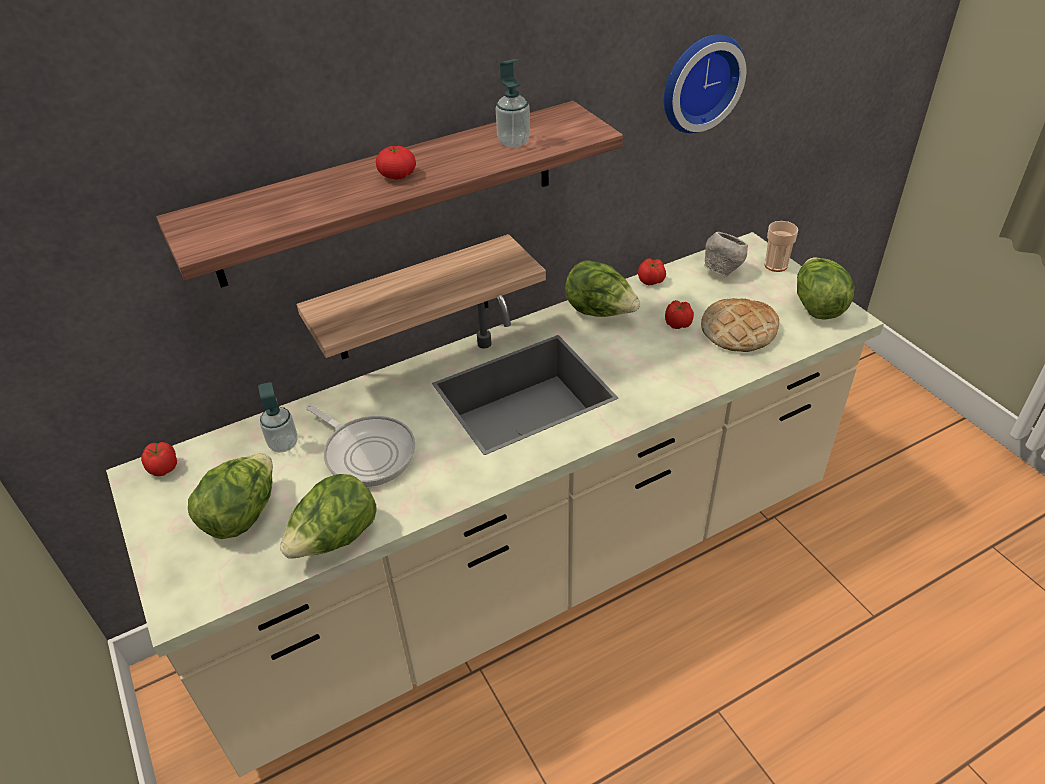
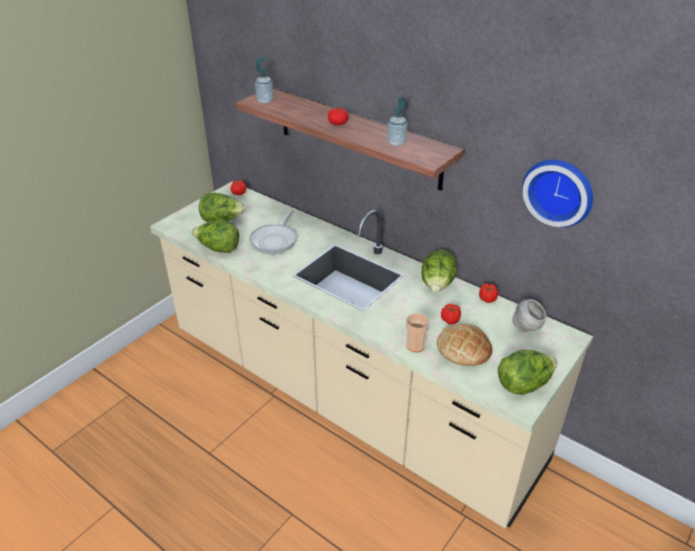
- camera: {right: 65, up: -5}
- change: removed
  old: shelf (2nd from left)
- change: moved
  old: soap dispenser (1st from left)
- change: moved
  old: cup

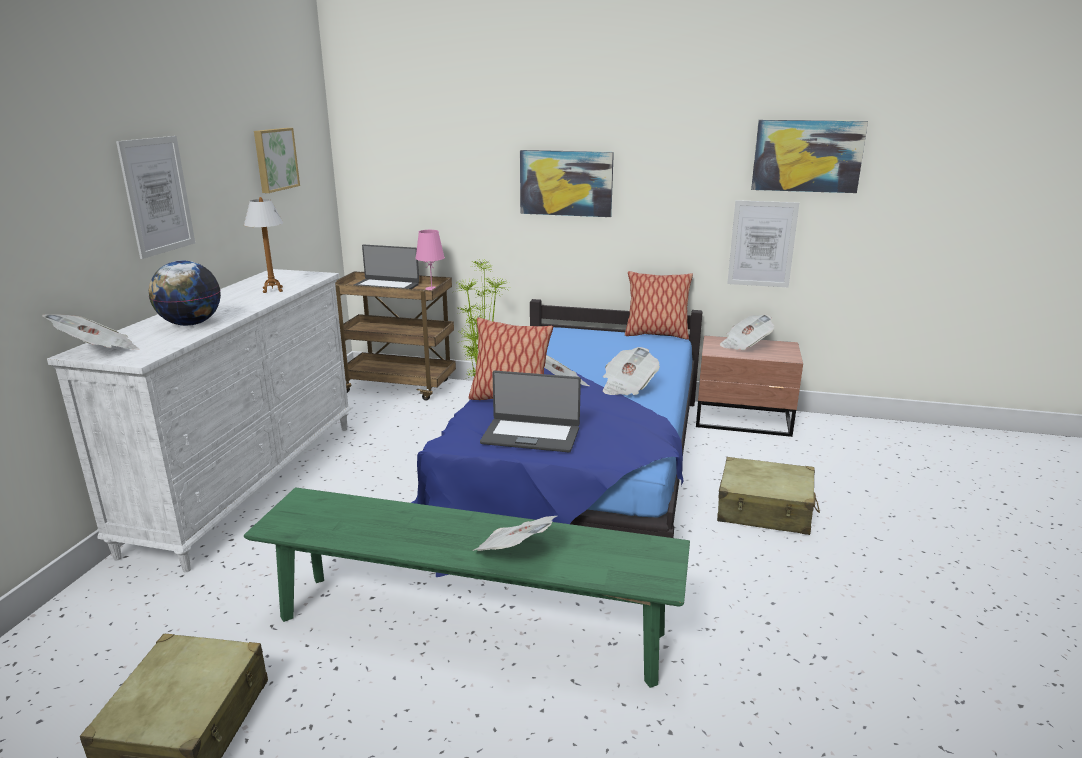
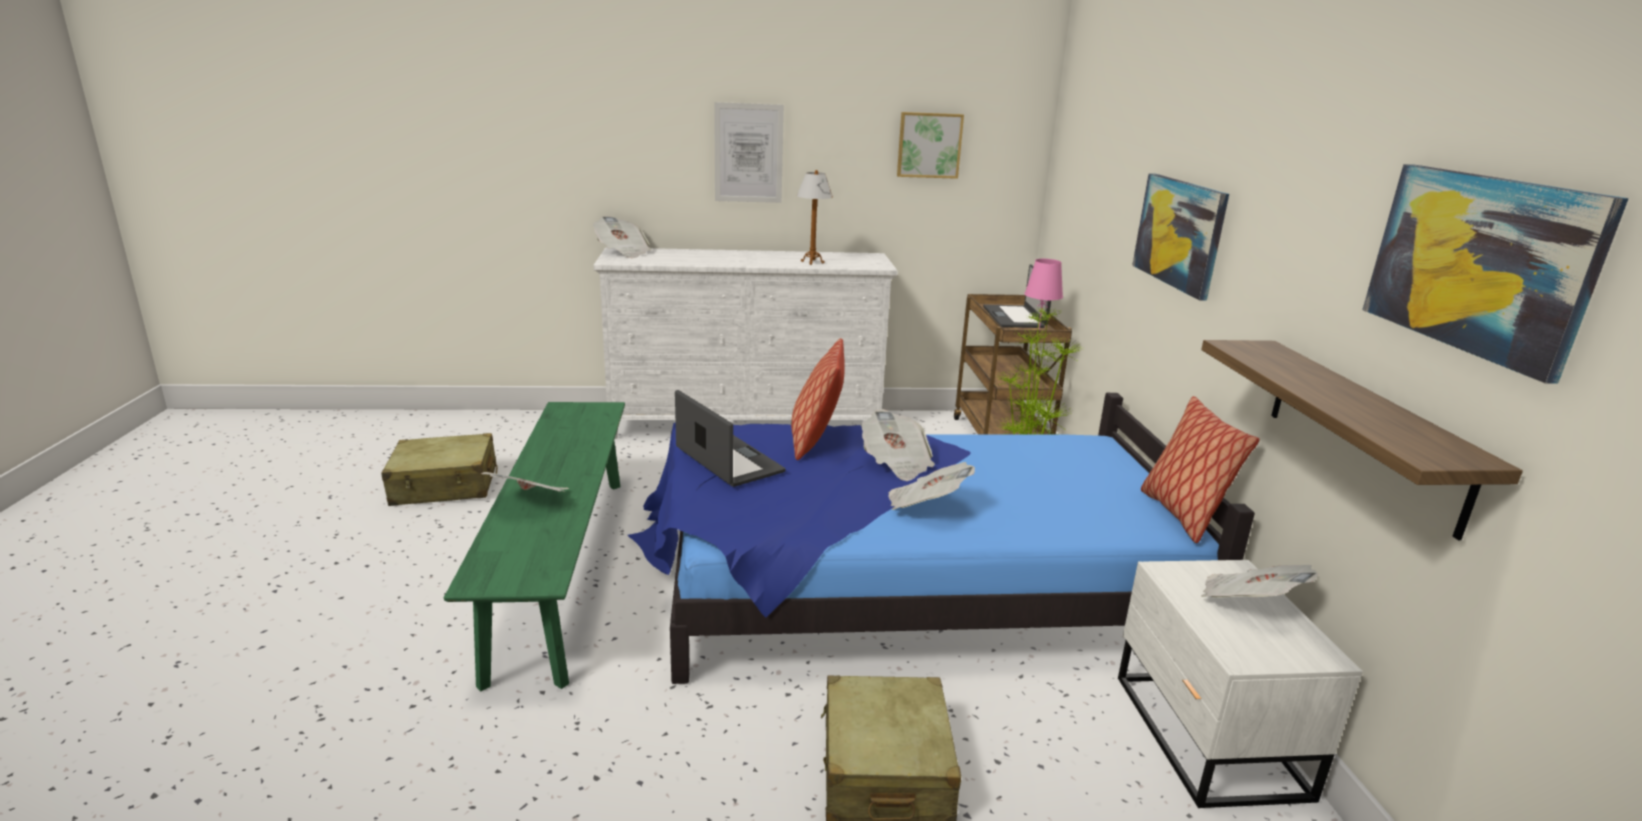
- camera: {right: 70, up: 0}
- change: removed
  old: globe
- change: replaced
  old: picture (4th from left)
  new: shelf
- change: recoloured
  old: brown nightstand
  new: white nightstand
- change: turned
  old: laptop (2nd from left in the first image)
  degrees: 150

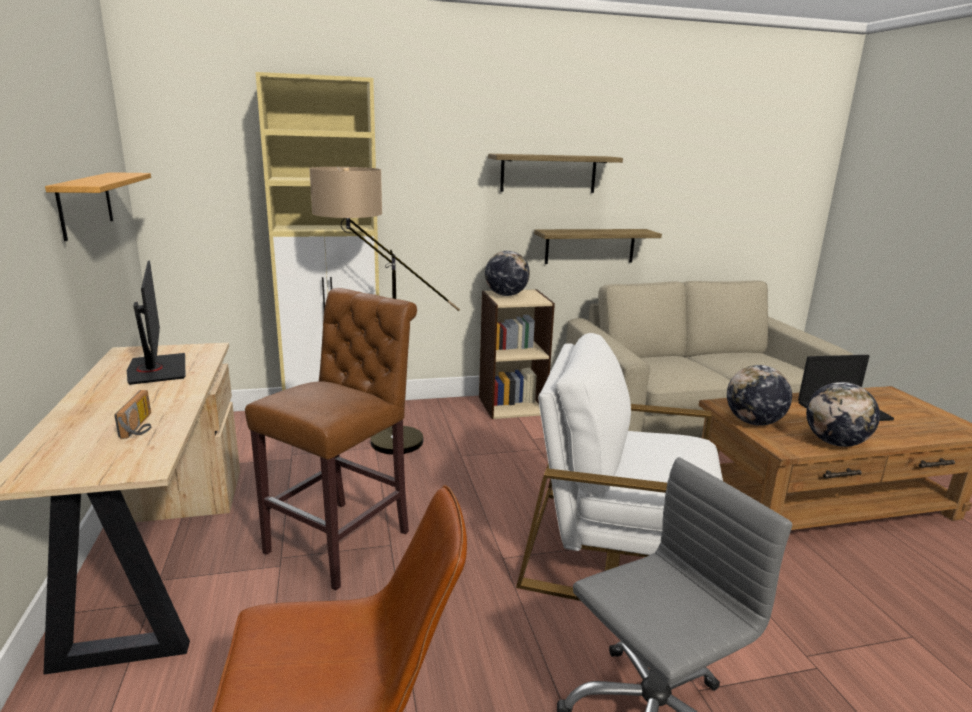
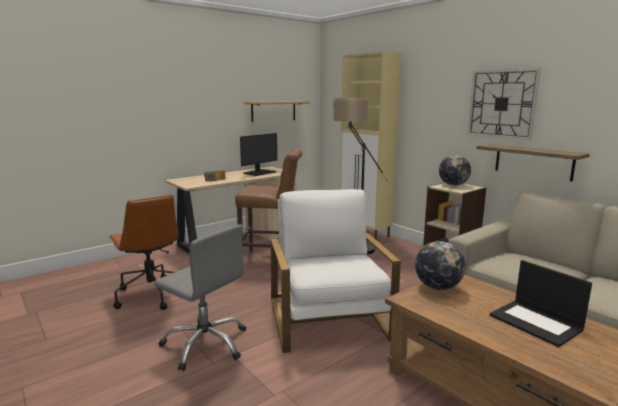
- camera: {right: 65, up: -5}
- change: removed
  old: globe (3rd from left)
- change: replaced
  old: shelf (2nd from left)
  new: wall clock

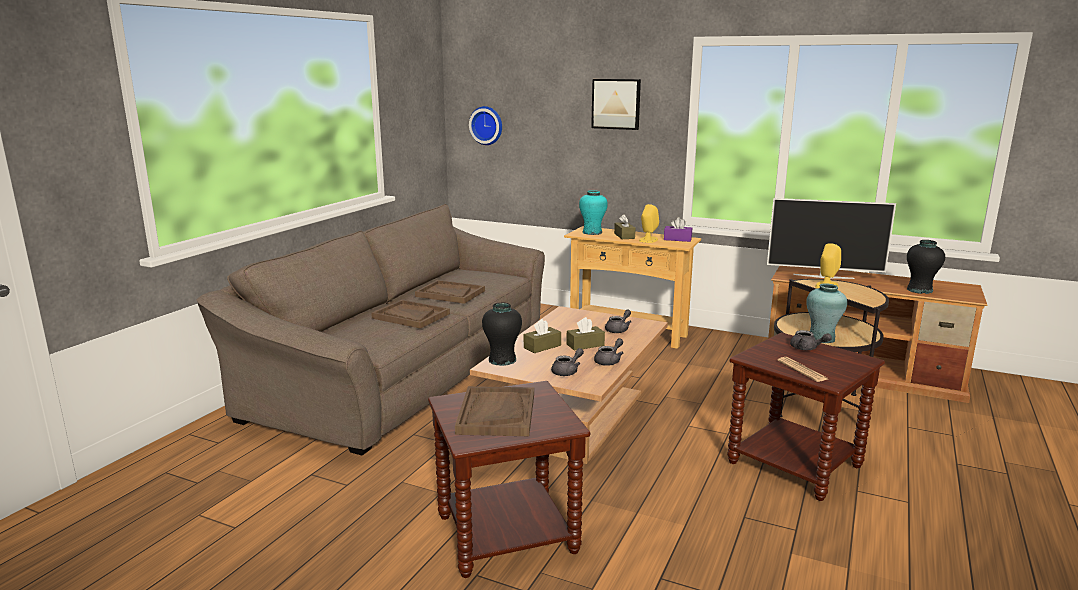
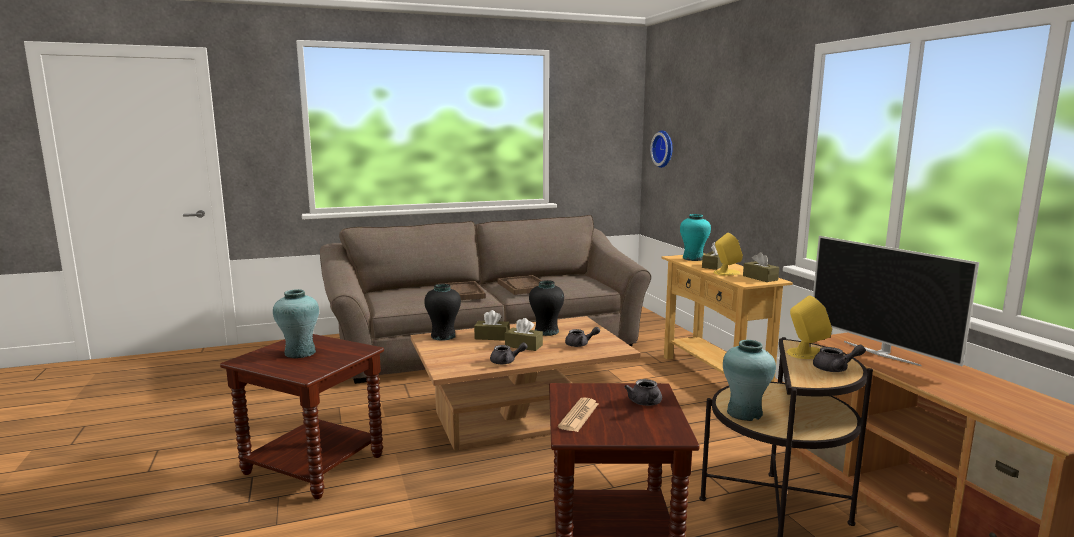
- camera: {right: 45, up: -5}
- change: removed
  old: picture
- change: moved
  old: grey teapot (1st from left in the first image)
  new: grey teapot (4th from left)
- change: moved
  old: black vase (2nd from left)
- change: replaced
  old: brown tray (3rd from left)
  new: turquoise vase (1st from left)
- change: recoloured
  old: purple tissue box
  new: brown tissue box (4th from left)

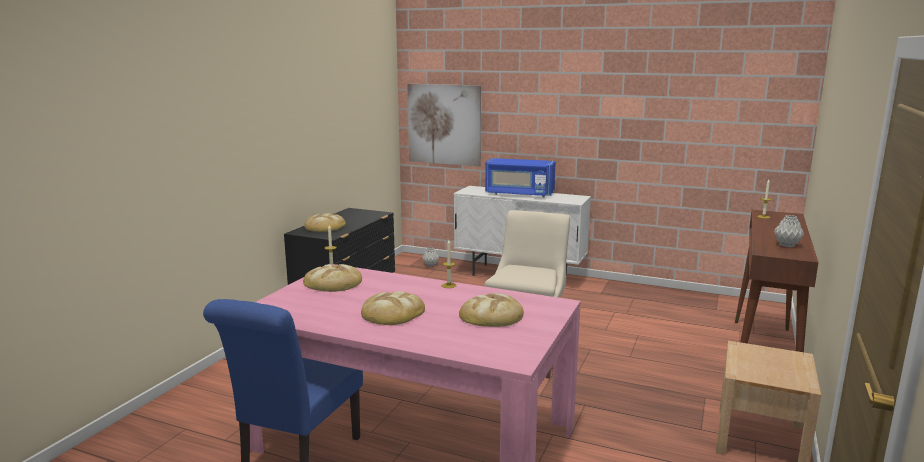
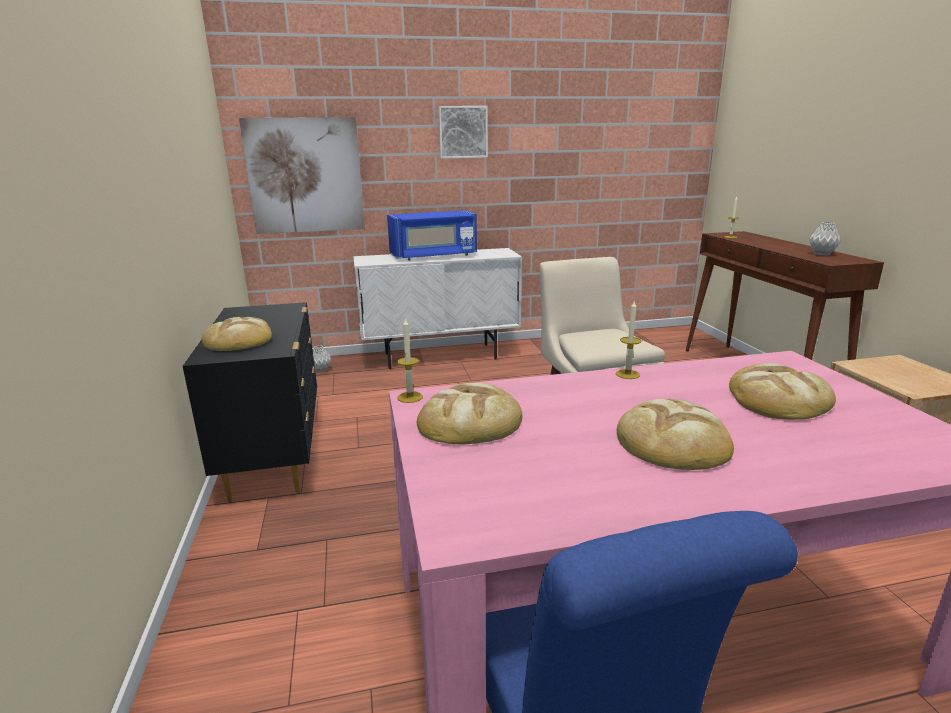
- camera: {right: -35, up: 5}
- change: added
  new: picture (2nd from left)

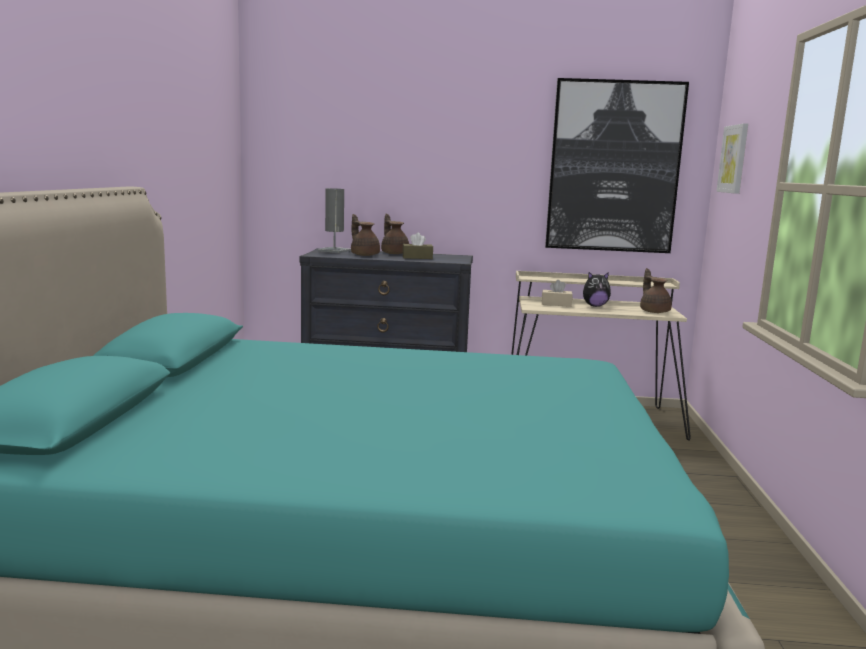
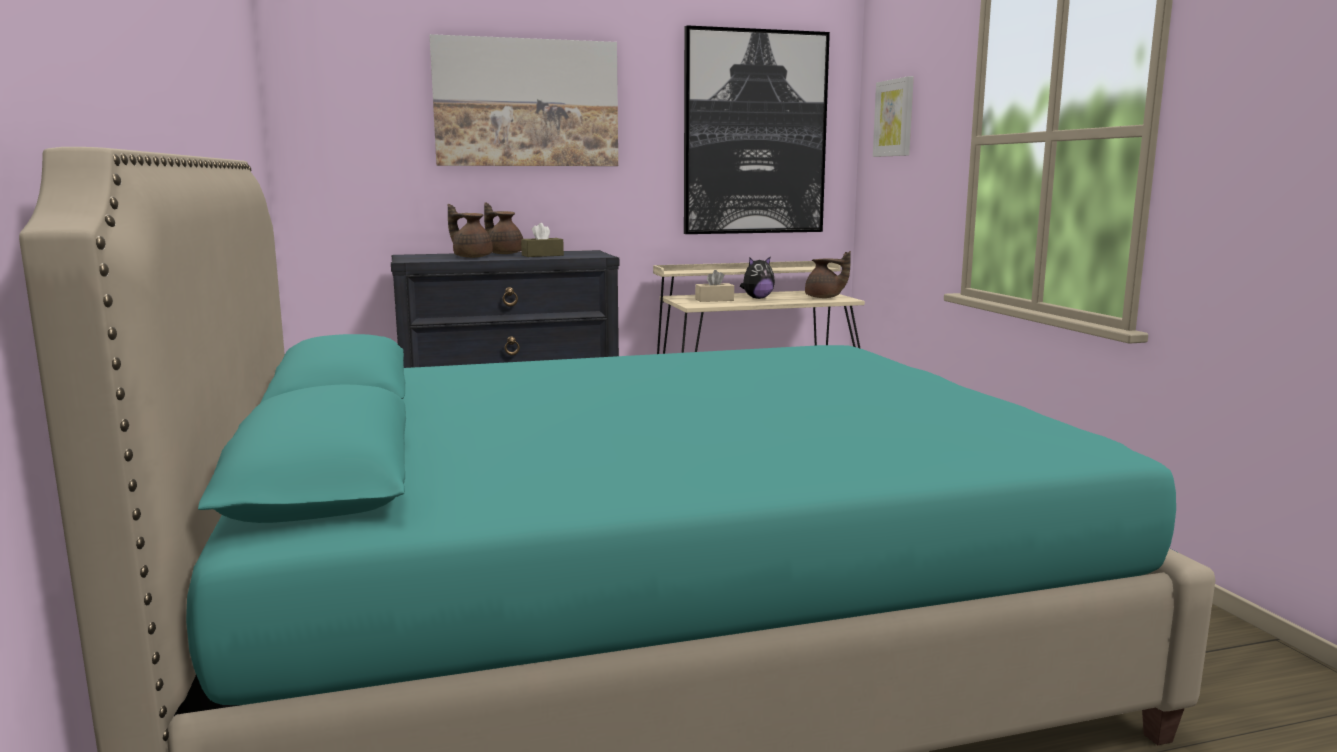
- camera: {right: -20, up: 0}
- change: removed
  old: grey table lamp
- change: added
  new: picture (1st from left)
- change: turned
  old: brown teapot (3rd from left)
  degrees: 150

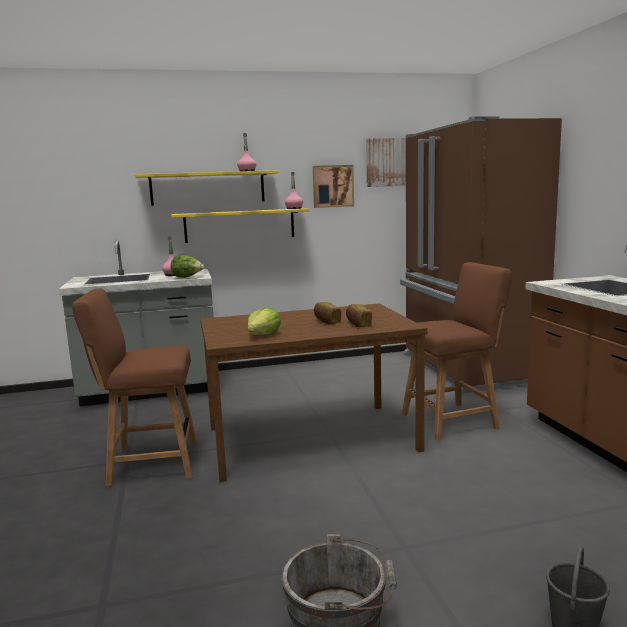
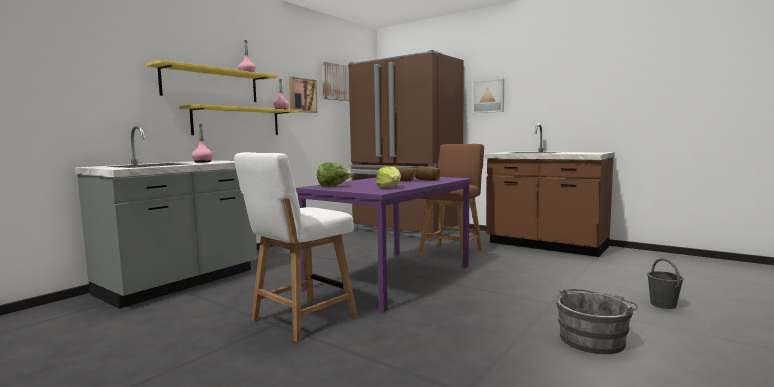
- camera: {right: -40, up: -5}
- change: added
  new: picture (3rd from left)
- change: moved
  old: lettuce (1st from left)
- change: recoloured
  old: brown chair (1st from left)
  new: white chair
- change: recoloured
  old: brown dining table
  new: purple dining table

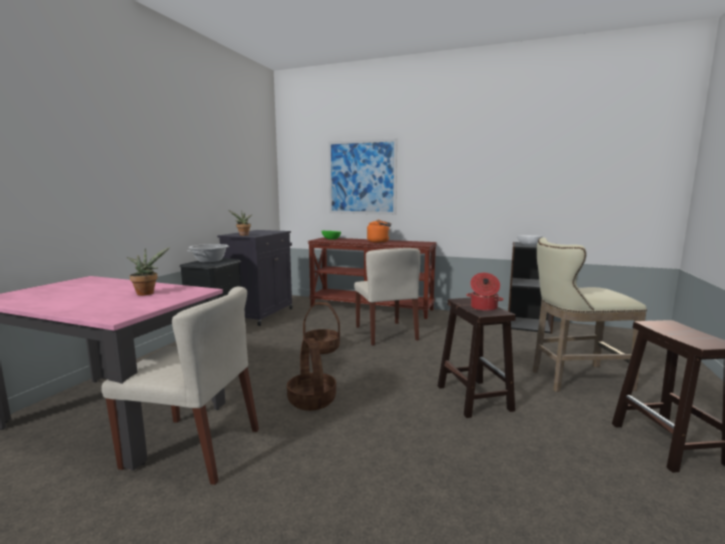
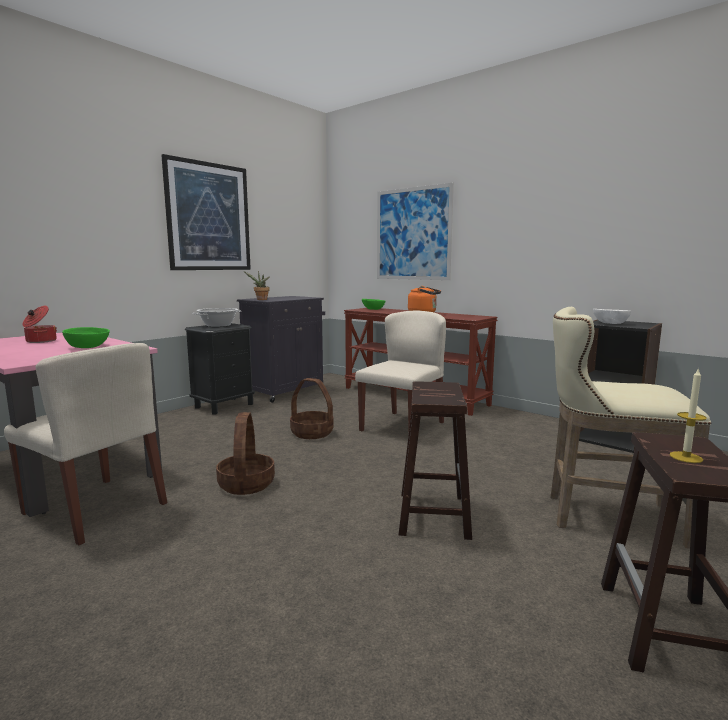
- camera: {right: 20, up: 0}
- change: added
  new: picture (1st from left)
- change: added
  new: candle
- change: moved
  old: cooking pot (2nd from left in the first image)
  new: cooking pot (1st from left)
- change: replaced
  old: potted plant (1st from left)
  new: green bowl (1st from left)
- change: turned
  old: beige chair (2nd from left)
  degrees: -150

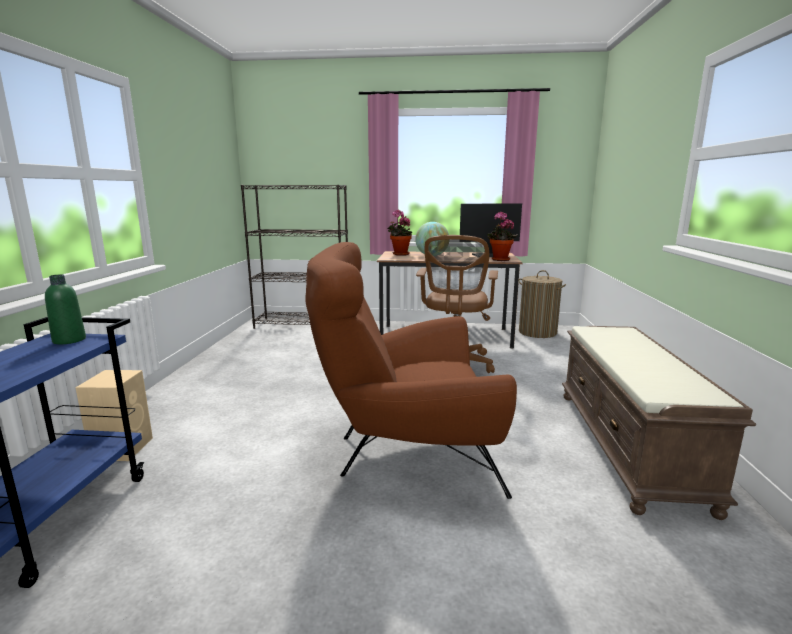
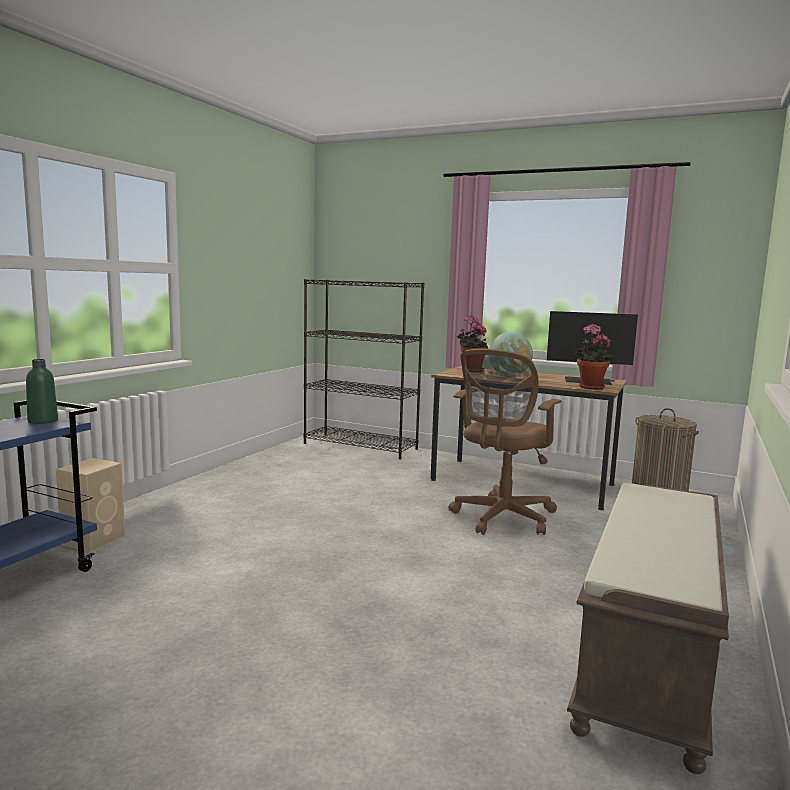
- camera: {right: 20, up: -5}
- change: removed
  old: brown armchair

